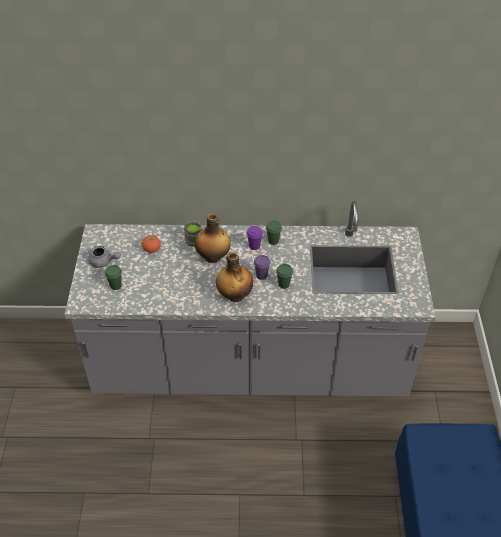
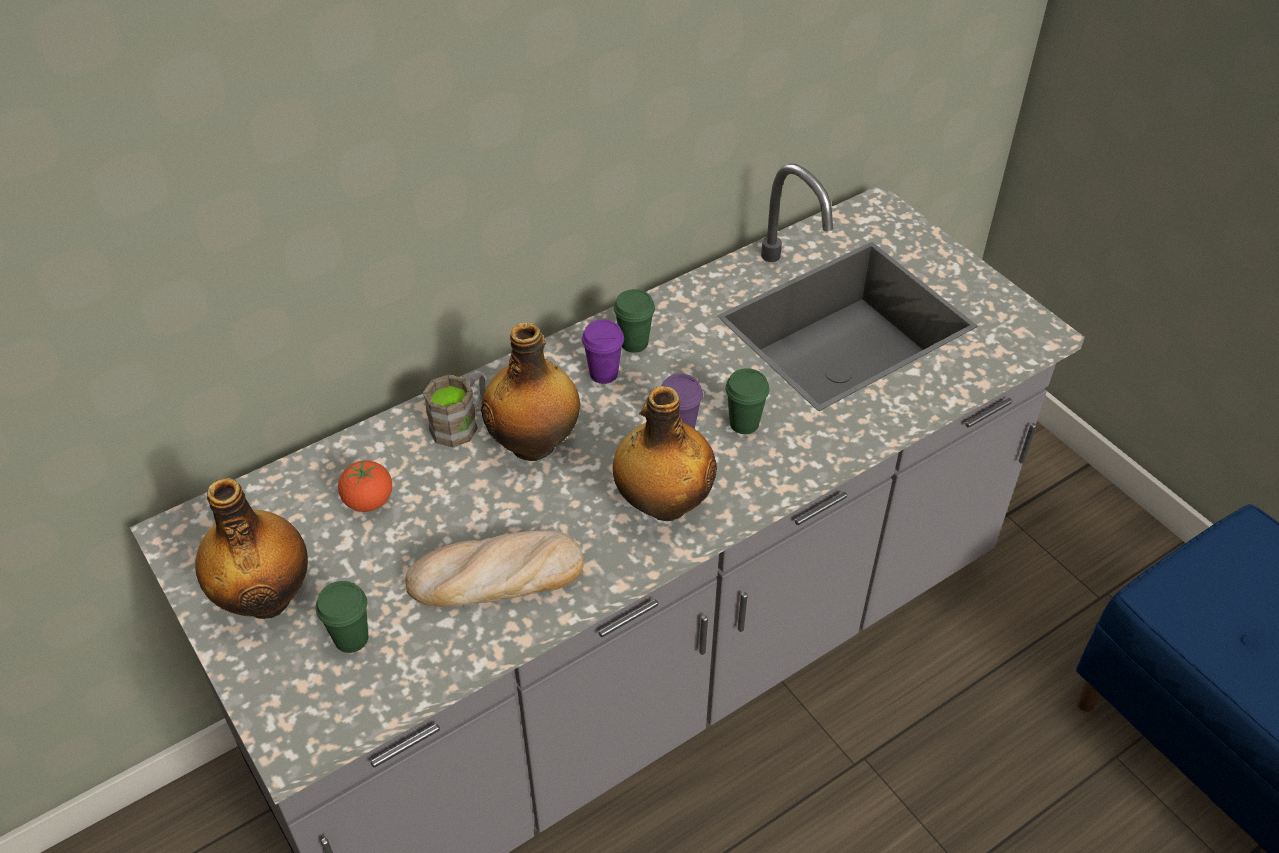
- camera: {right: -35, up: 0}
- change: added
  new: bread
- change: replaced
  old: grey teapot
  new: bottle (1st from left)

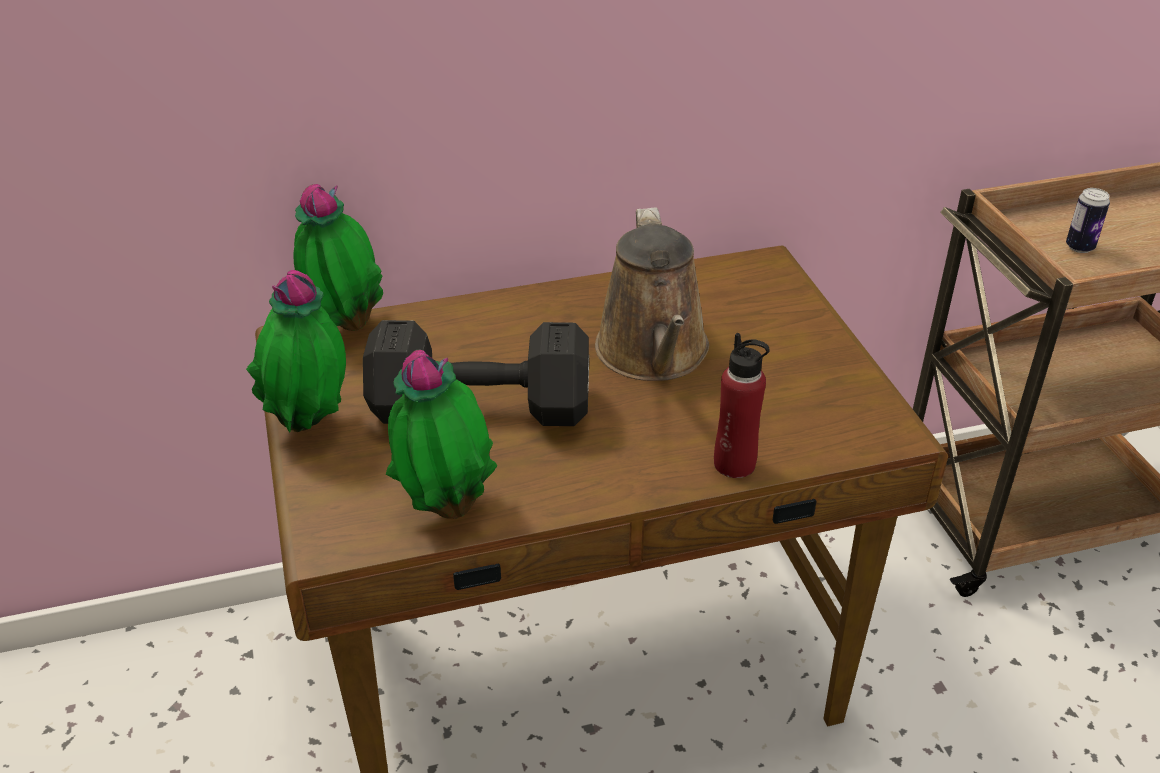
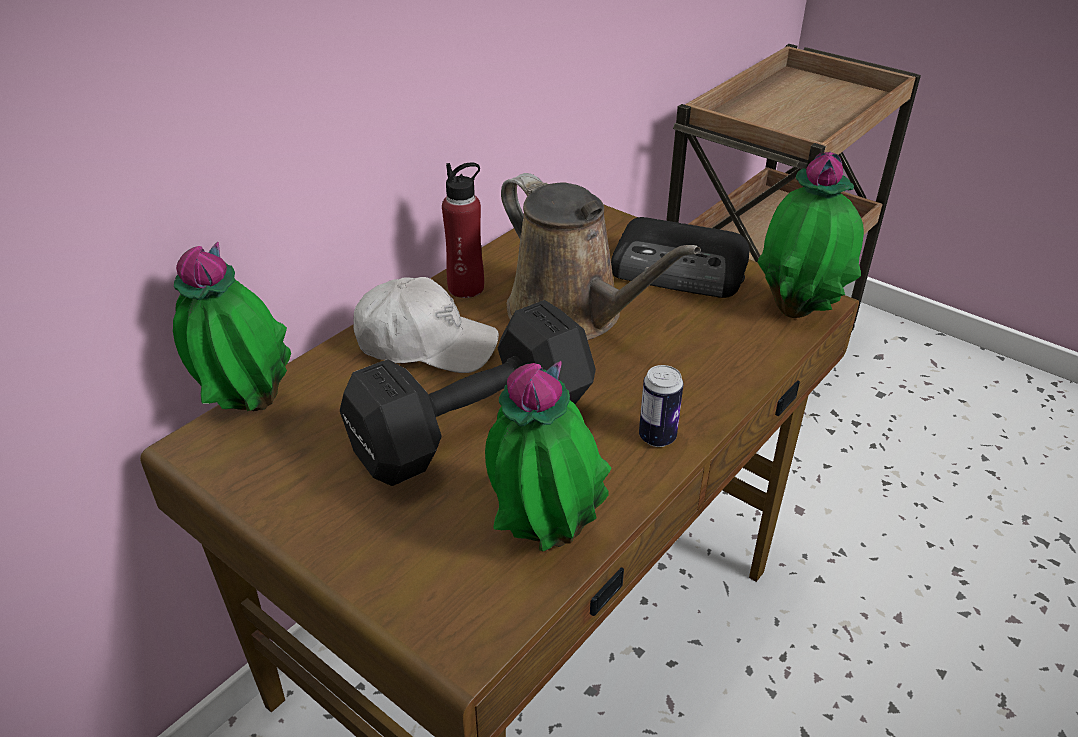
- camera: {right: -35, up: 0}
- change: added
  new: white cap
- change: added
  new: radio
- change: moved
  old: potted plant (1st from left in the first image)
  new: potted plant (3rd from left)
- change: moved
  old: red bottle
- change: moved
  old: can

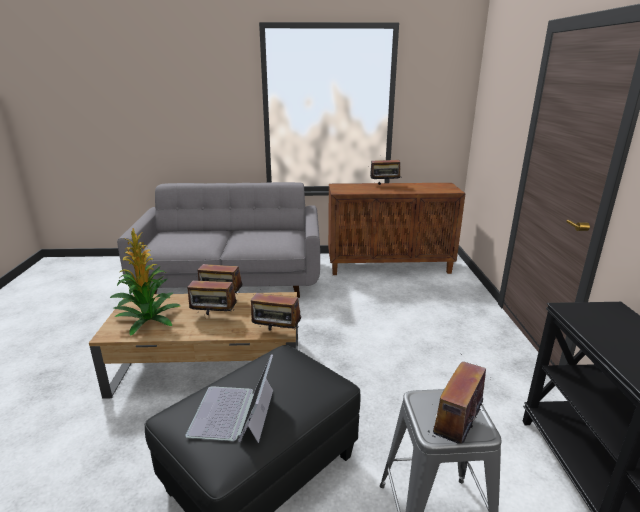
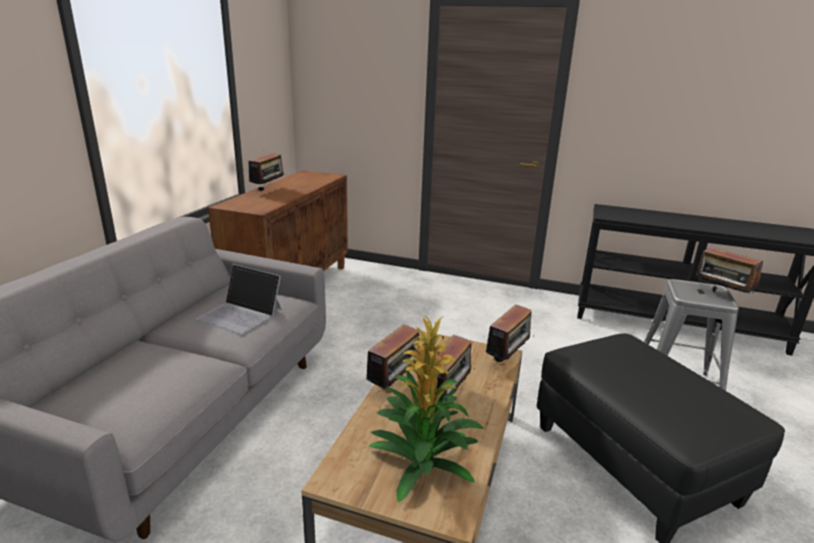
- camera: {right: -70, up: 0}
- change: moved
  old: laptop

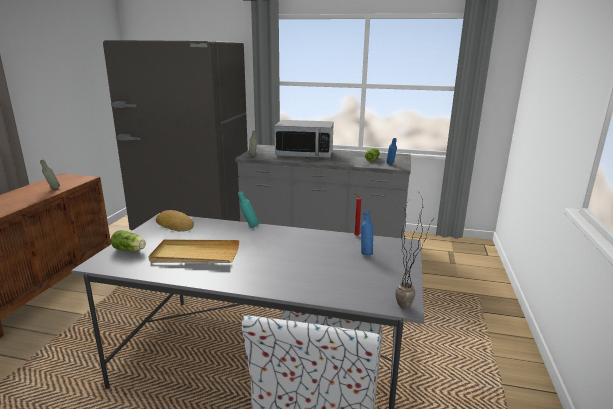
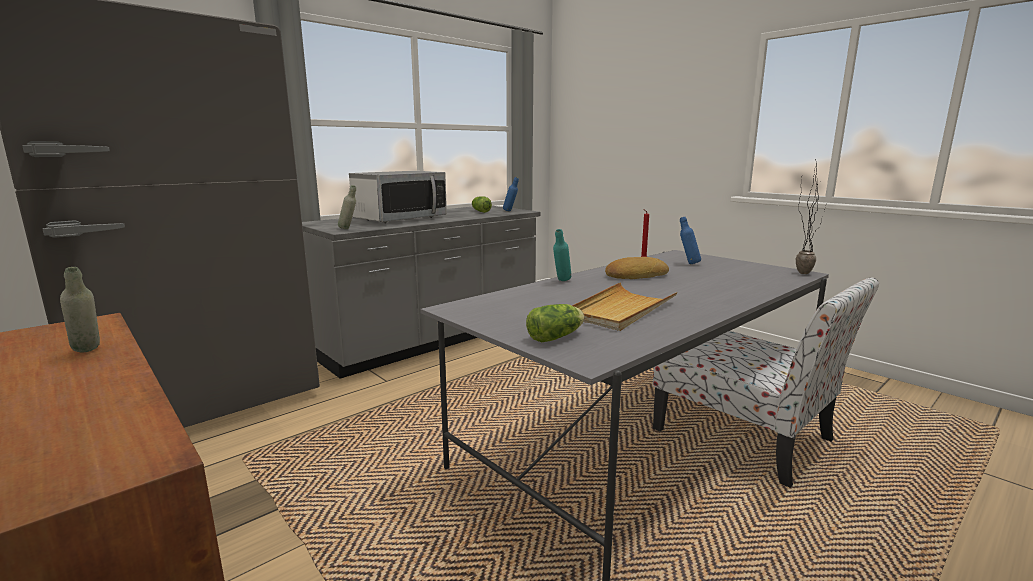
- camera: {right: -55, up: -5}
- change: moved
  old: bread

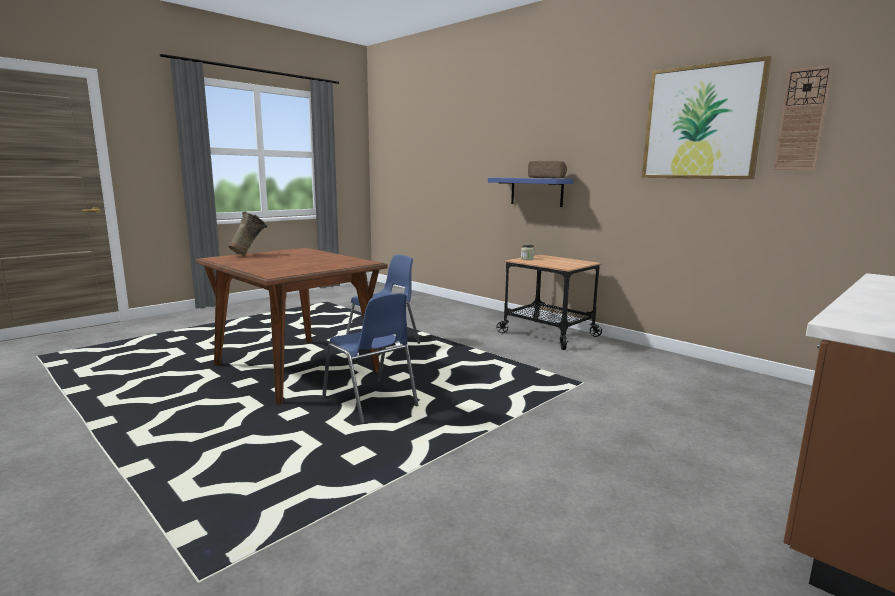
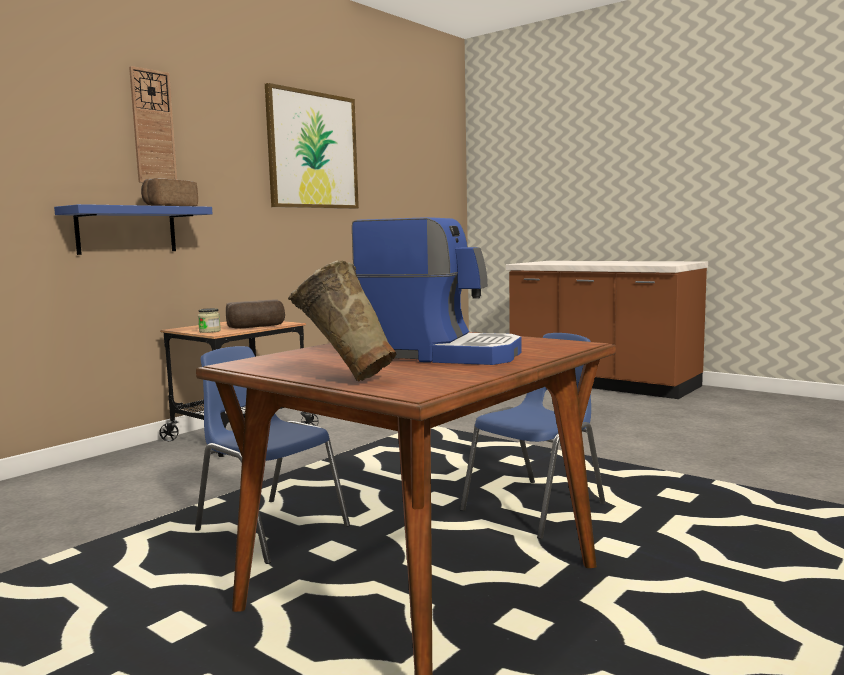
- camera: {right: -95, up: -5}
- change: added
  new: bread (2nd from left)
- change: added
  new: coffee machine
- change: moved
  old: wall clock

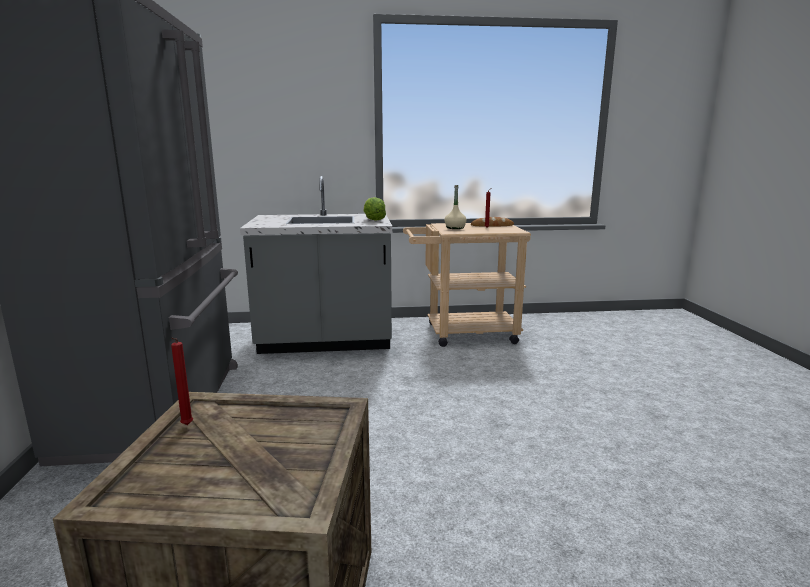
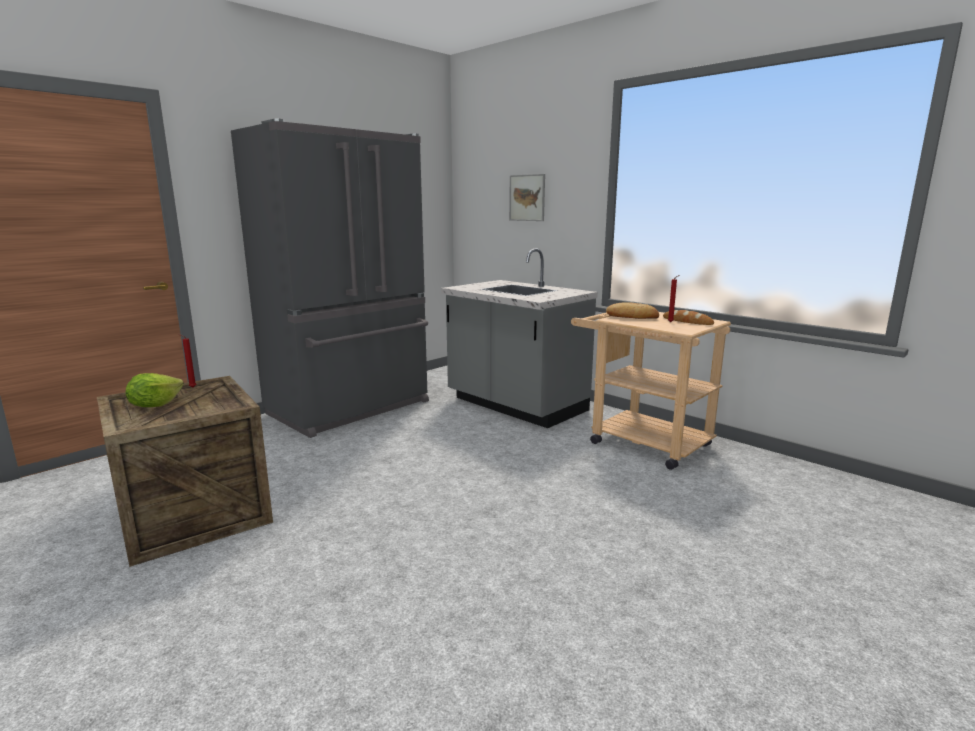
- camera: {right: 50, up: 0}
- change: added
  new: picture
- change: moved
  old: lettuce
- change: replaced
  old: beige bottle
  new: bread (1st from left)

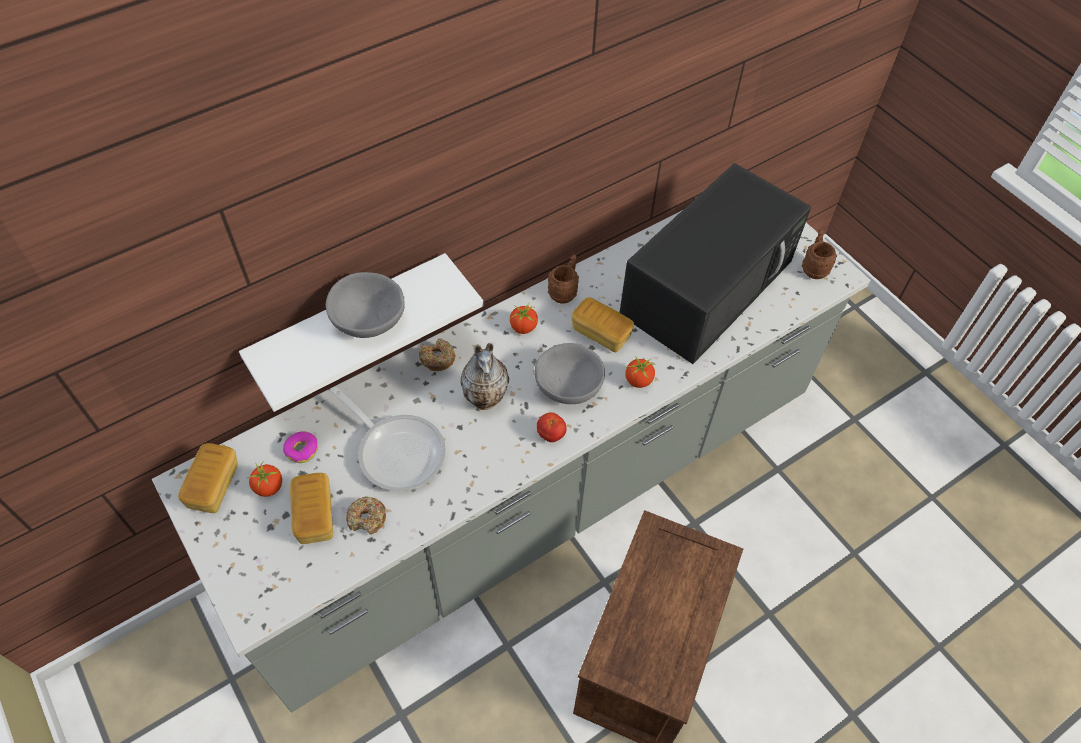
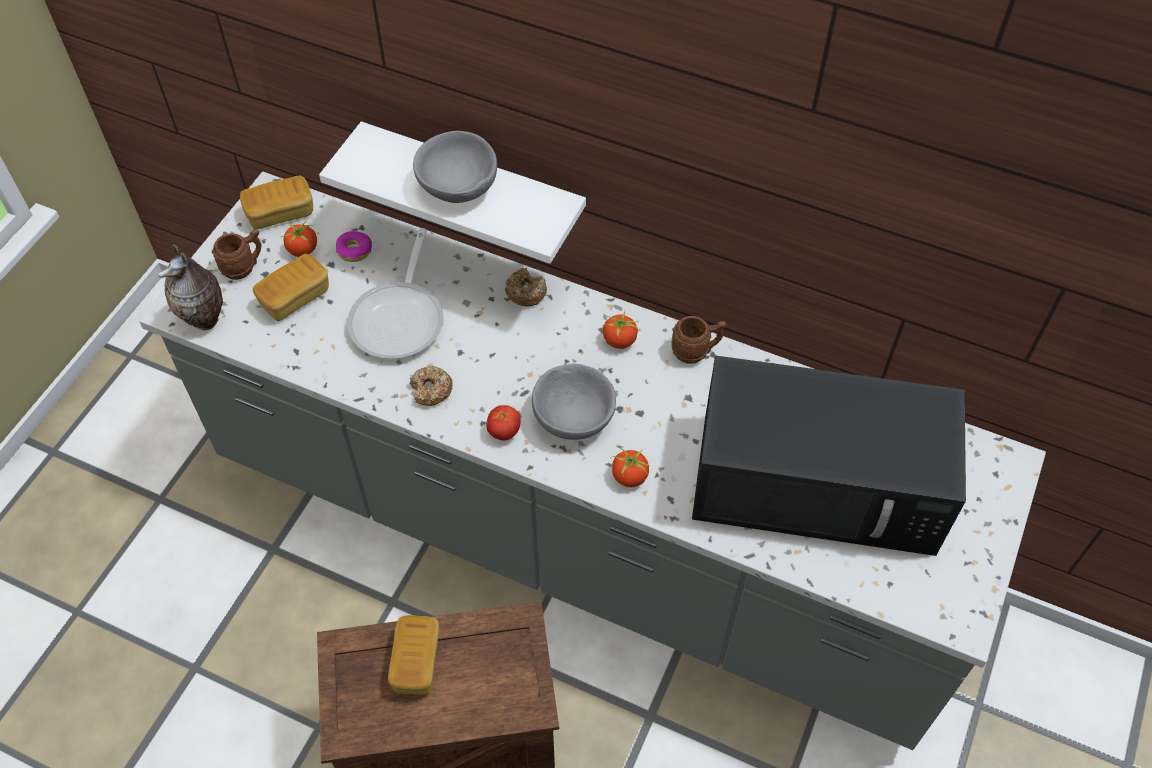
- camera: {right: 60, up: 0}
- change: moved
  old: donut (2nd from left)
- change: moved
  old: vase
- change: moved
  old: bread (3rd from left)
- change: moved
  old: brown mug (2nd from left in the first image)
  new: brown mug (1st from left)

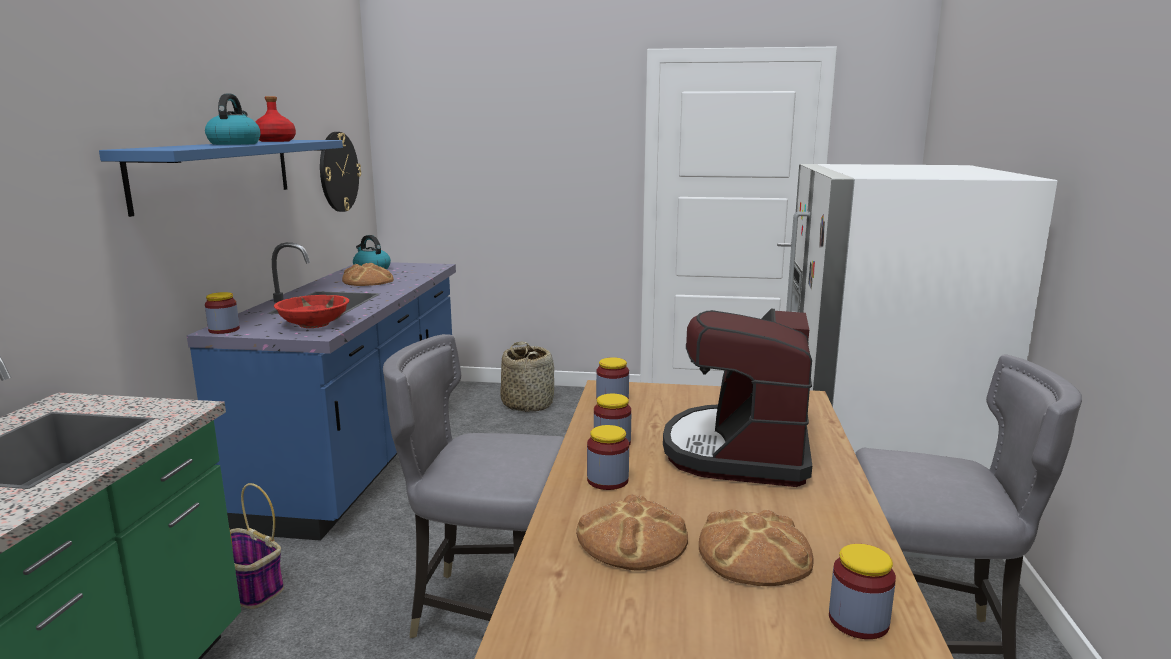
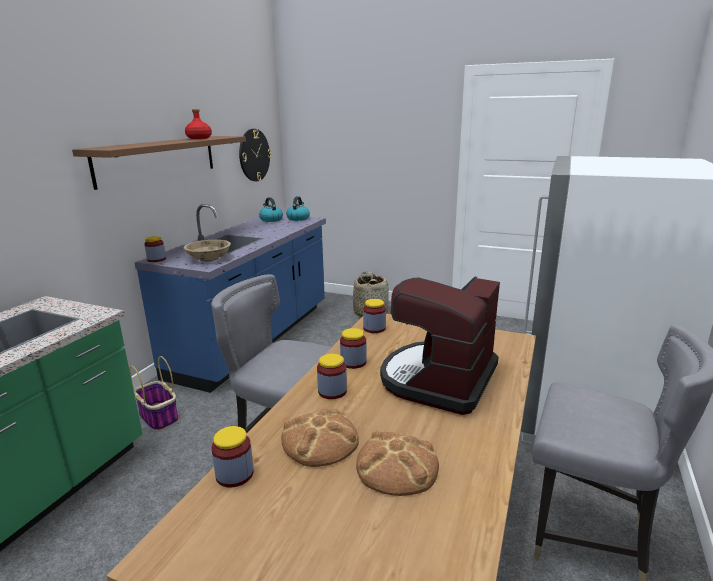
- camera: {right: 15, up: 5}
- change: removed
  old: bread (1st from left)
- change: moved
  old: kettle (1st from left in the first image)
  new: kettle (2nd from left)
- change: moved
  old: jar (5th from left in the first image)
  new: jar (2nd from left)
- change: recoloured
  old: blue shelf
  new: brown shelf
- change: recoloured
  old: red bowl
  new: beige bowl

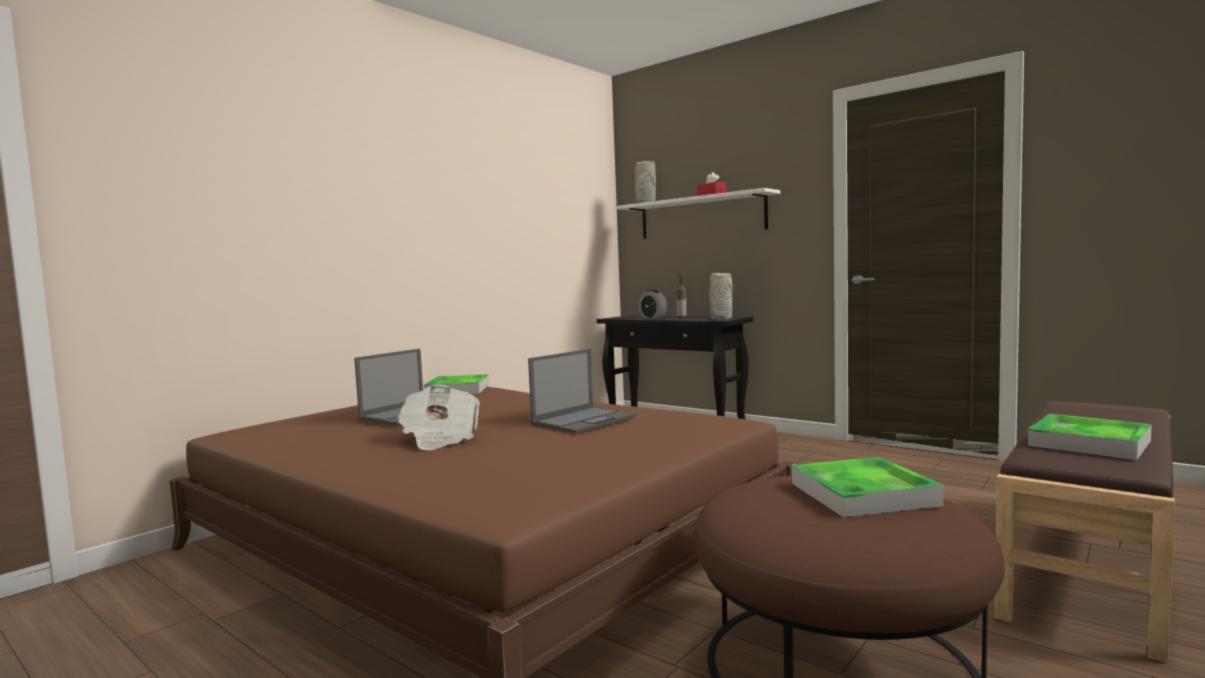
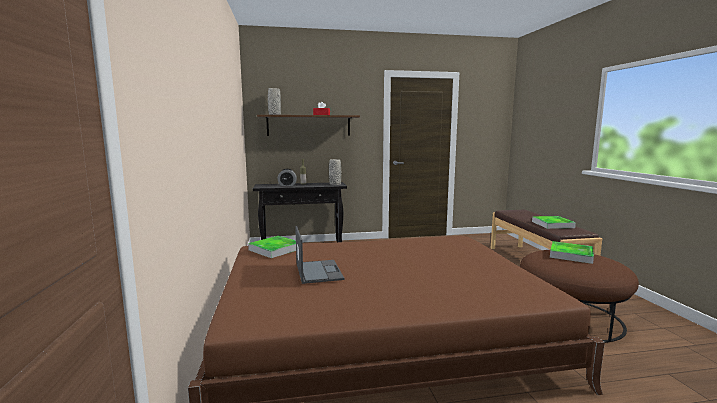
- camera: {right: -50, up: 5}
- change: removed
  old: newspaper
- change: removed
  old: laptop (2nd from left)
- change: recoloured
  old: white shelf
  new: brown shelf

